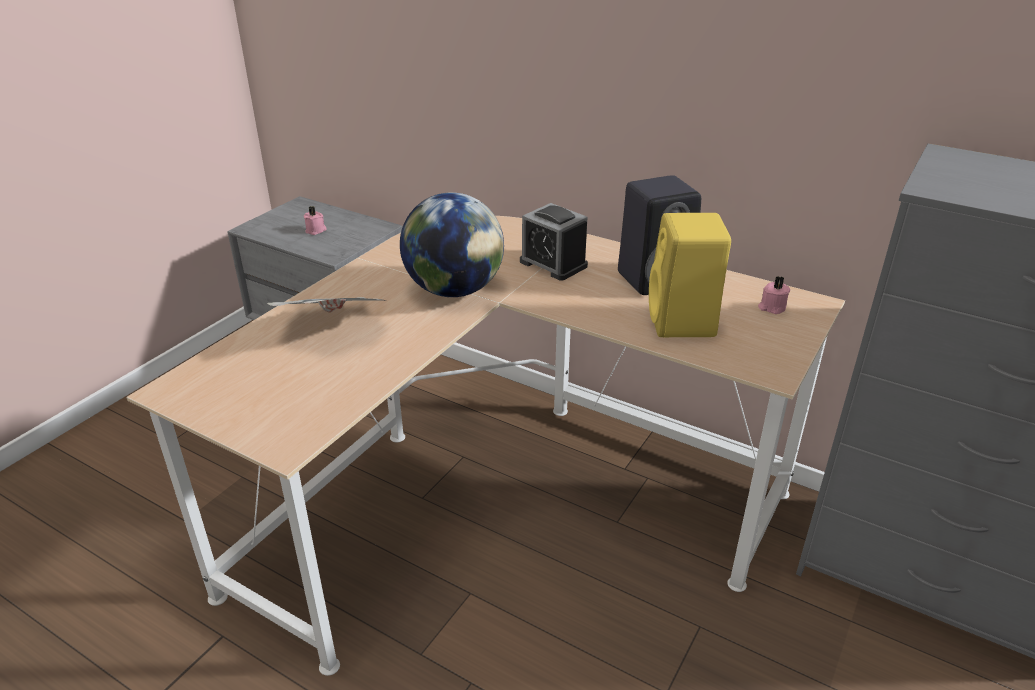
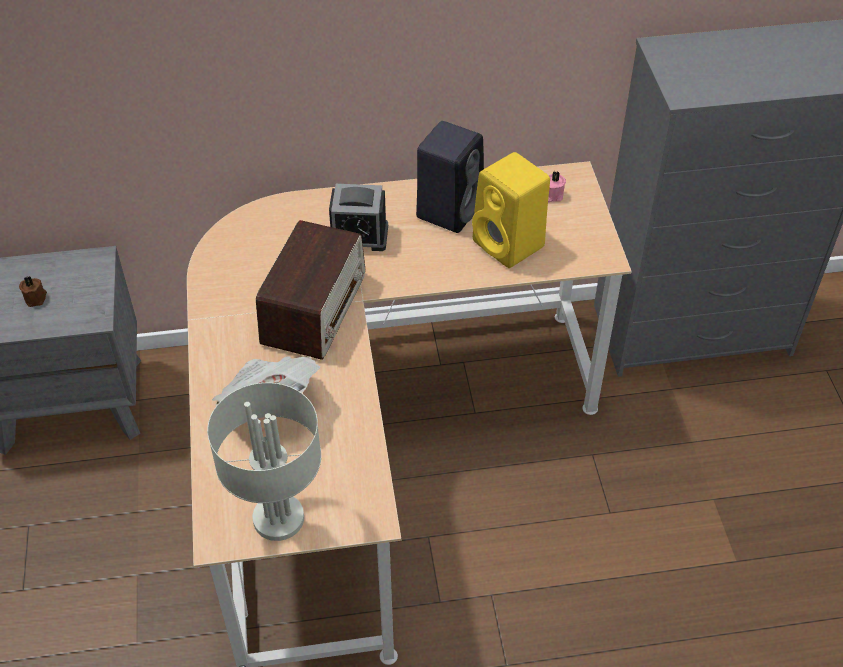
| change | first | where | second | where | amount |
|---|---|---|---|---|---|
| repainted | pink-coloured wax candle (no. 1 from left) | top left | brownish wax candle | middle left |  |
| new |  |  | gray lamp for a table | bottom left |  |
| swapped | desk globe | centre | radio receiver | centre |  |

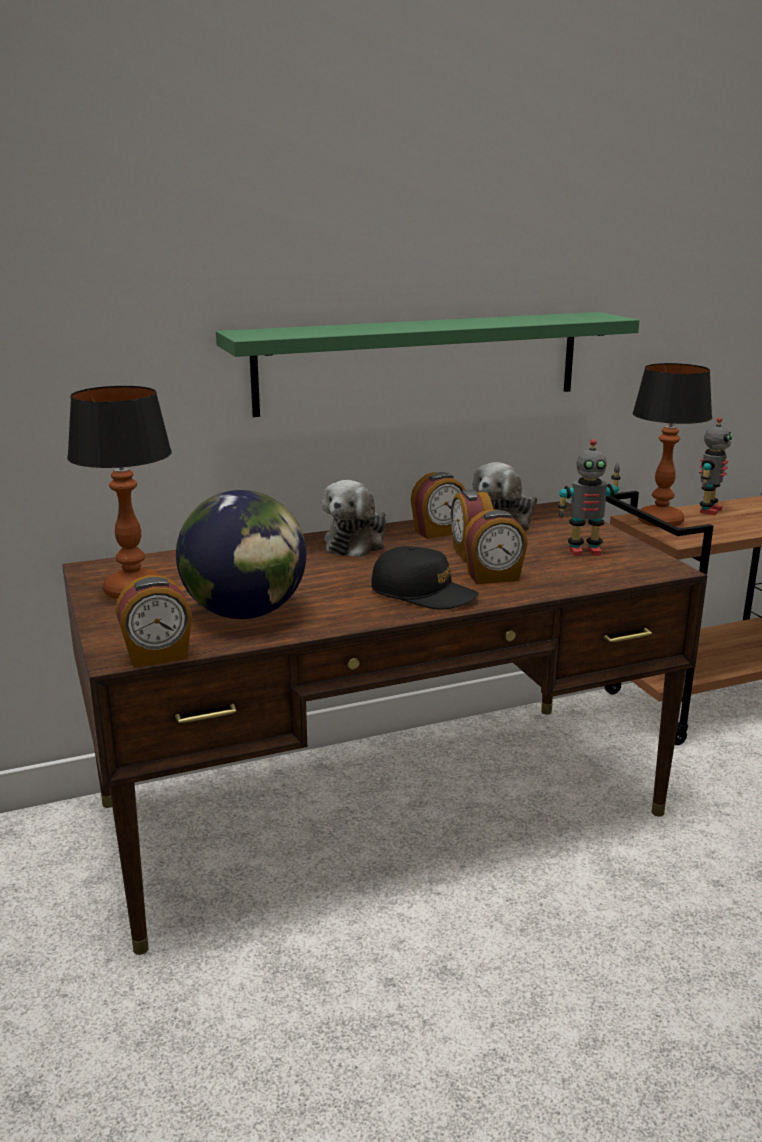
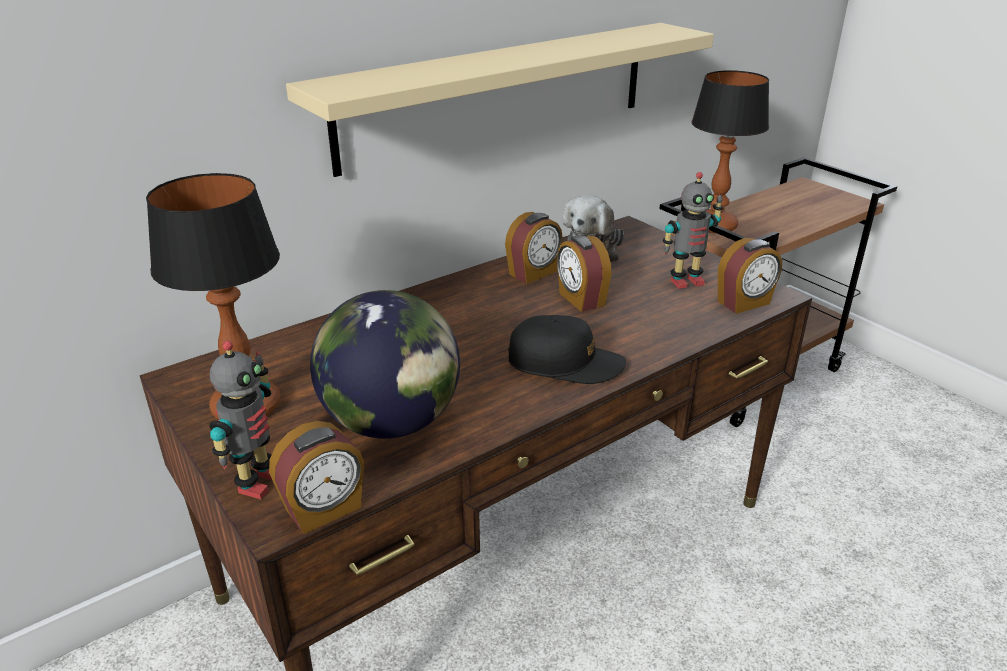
| change | first | where | second | where | amount |
|---|---|---|---|---|---|
| shifted | robot figure (no. 2 from left in the first image) | middle right | robot figure (no. 1 from left) | middle left |  |
| repainted | green bracket shelf | top centre | sand-coloured bracket shelf | top centre |  |
| shifted | bedside clock (no. 4 from left) | centre |  | middle right |  |
| gone | cuddly toy (no. 1 from left) | centre |  |  |  |

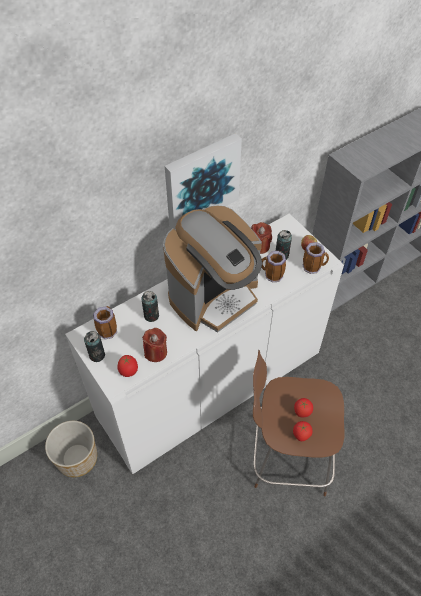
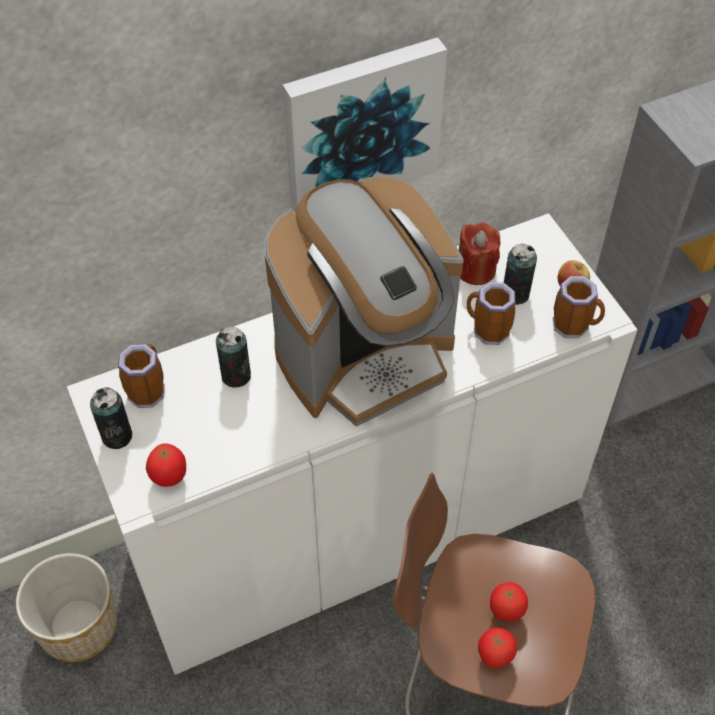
| change | first | where | second | where | amount |
|---|---|---|---|---|---|
| gone | red wax candle (no. 1 from left) | centre |  |  |  |

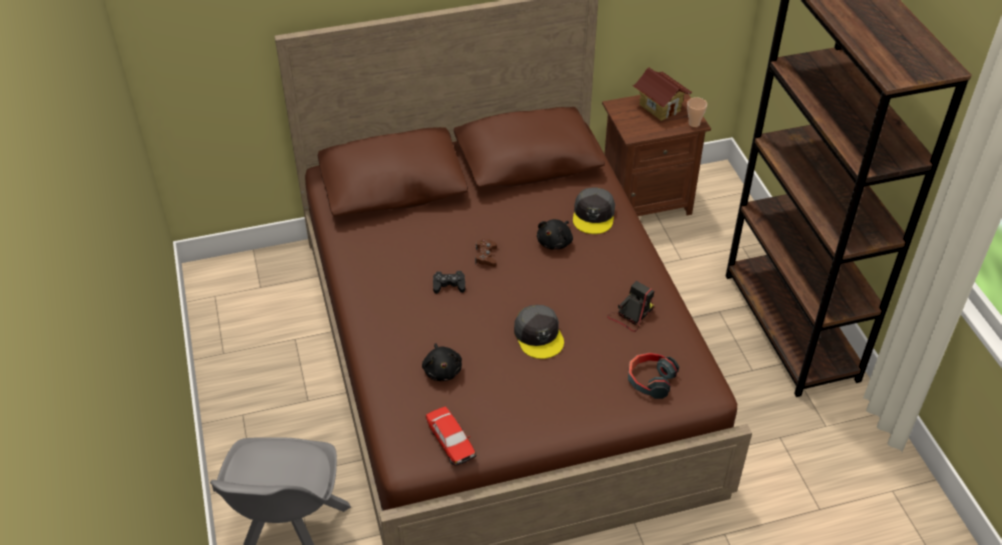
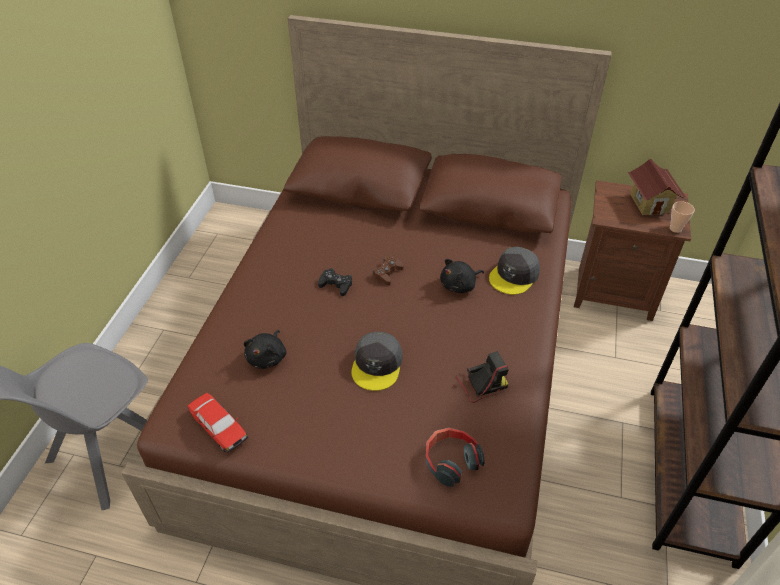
| change | first | where | second | where | amount |
|---|---|---|---|---|---|
| rotated | miniature car | bottom centre |  | bottom left | 45 degrees counterclockwise |

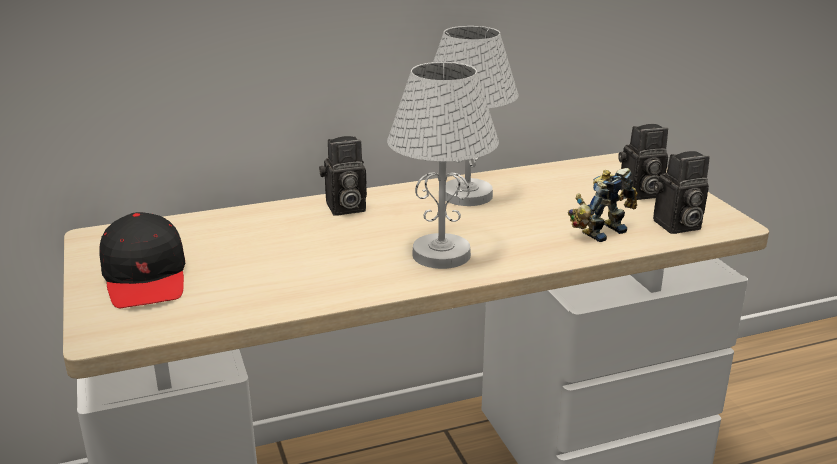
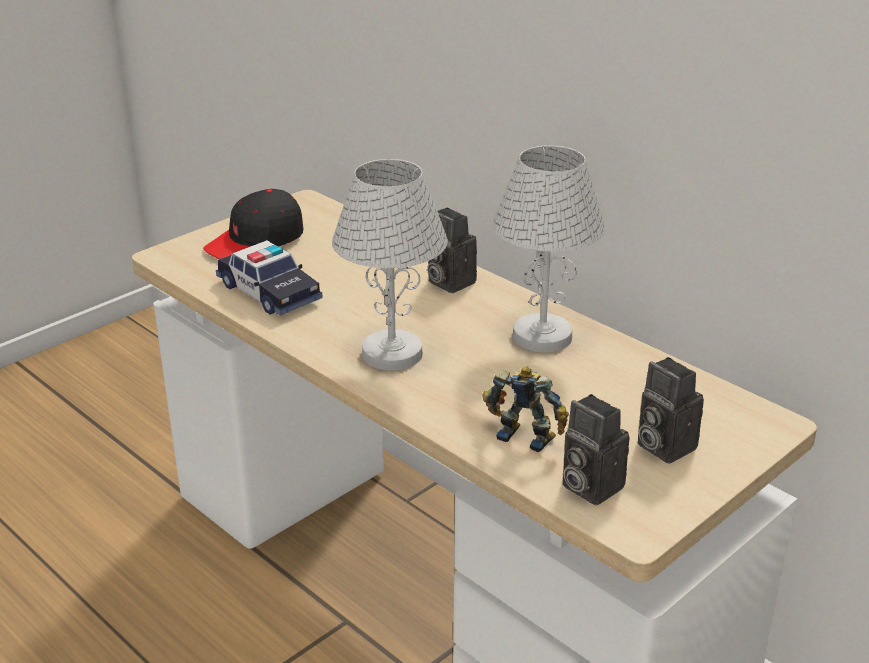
| change | first | where | second | where | amount |
|---|---|---|---|---|---|
| new |  |  | miniature car | middle left |  |

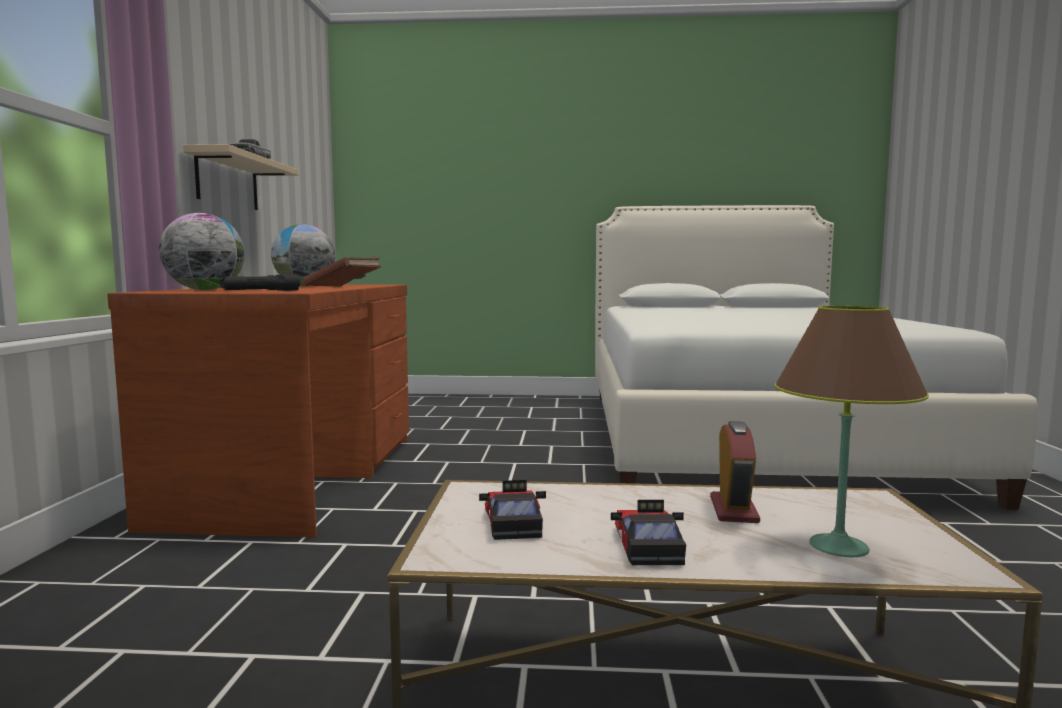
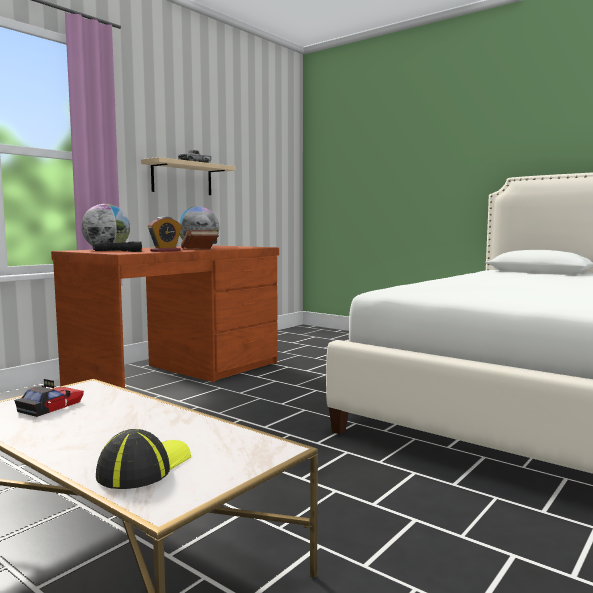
| change | first | where | second | where | amount |
|---|---|---|---|---|---|
| swapped | brownish lamp for a table | middle right | baseball cap | bottom left |  |
| shifted | bedside clock | bottom right |  | middle left |  |
| gone | miniature car (no. 2 from left) | bottom centre |  |  |  |

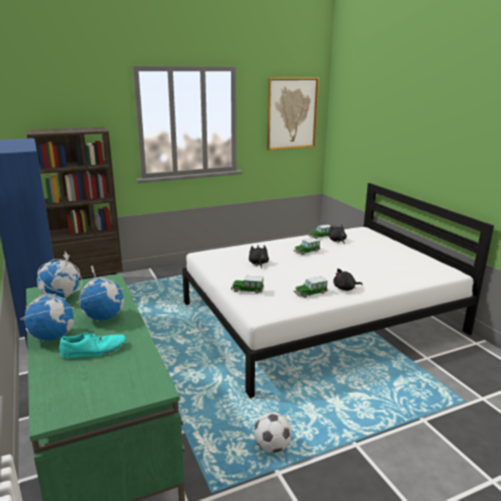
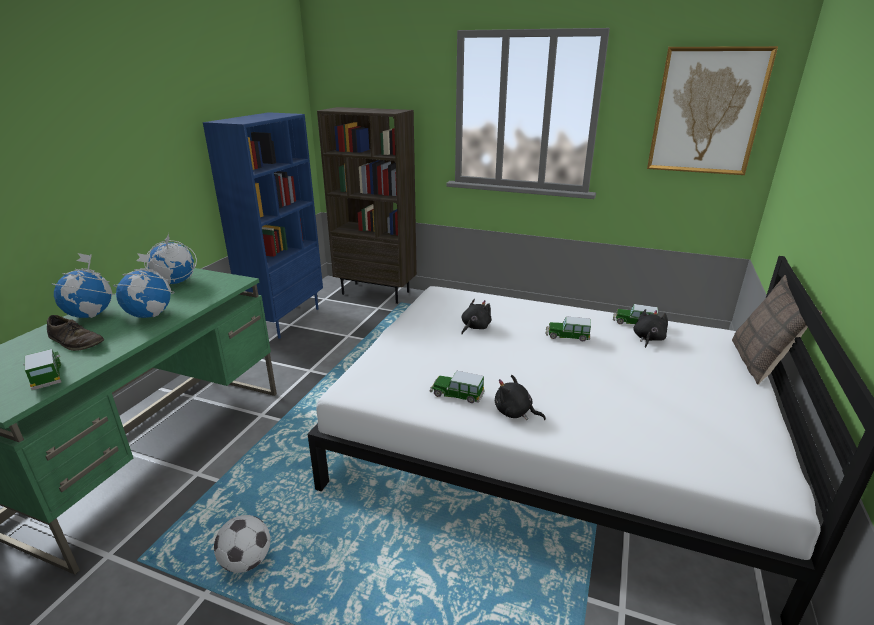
| change | first | where | second | where | amount |
|---|---|---|---|---|---|
| shifted | miniature car (no. 1 from left) | centre |  | middle left |  |
| repainted | turquoise-coloured shoe | bottom left | brownish shoe | middle left |  |
| new |  |  | pillow | middle right |  |

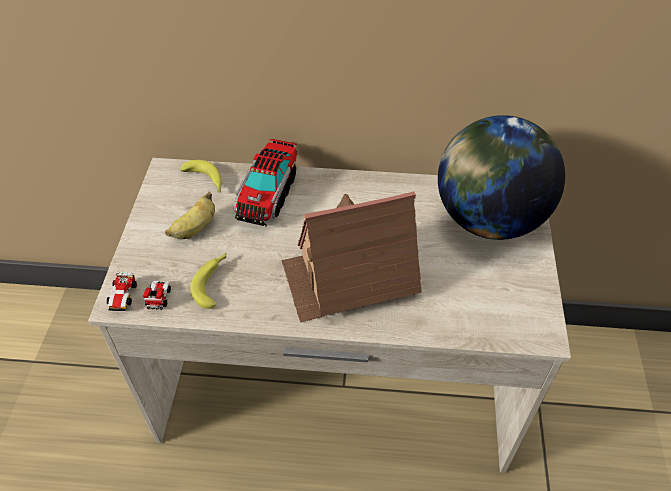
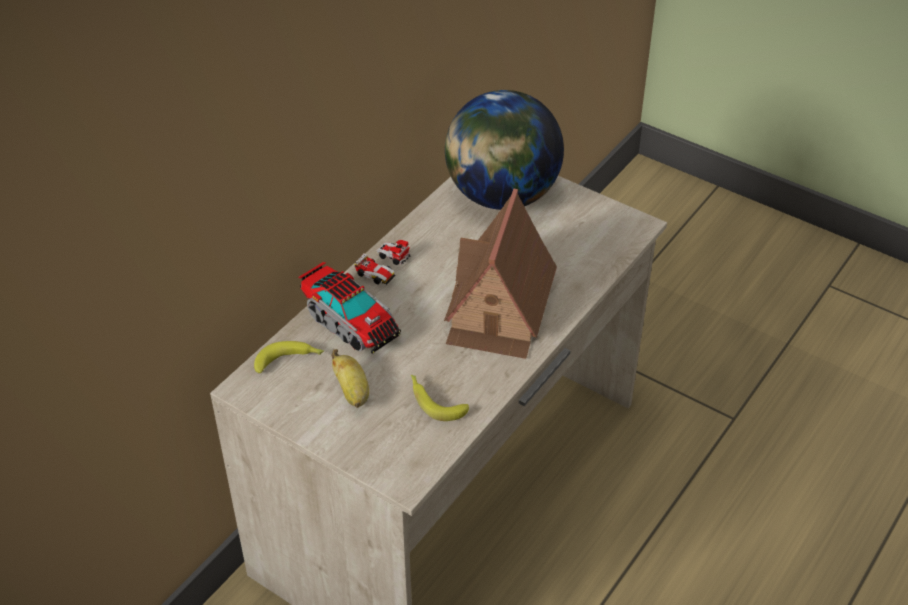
| change | first | where | second | where | amount |
|---|---|---|---|---|---|
| shifted | miniature car | middle left |  | centre |  |

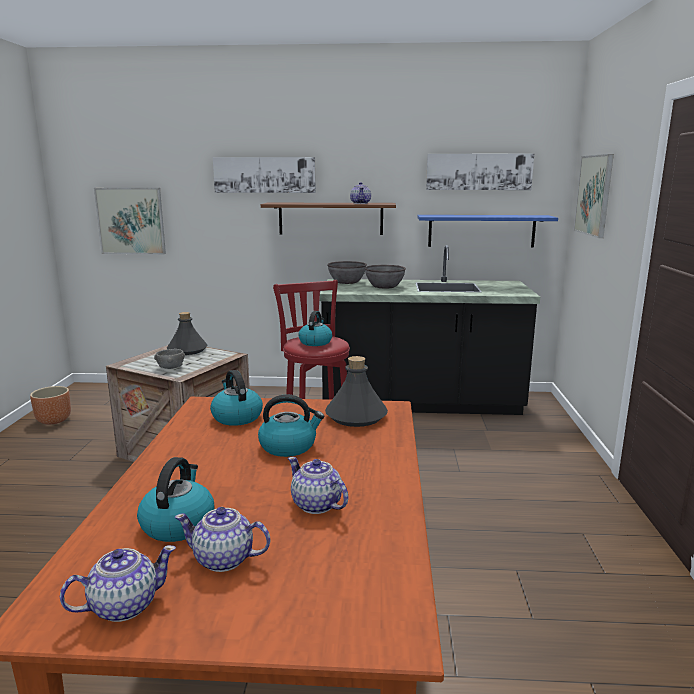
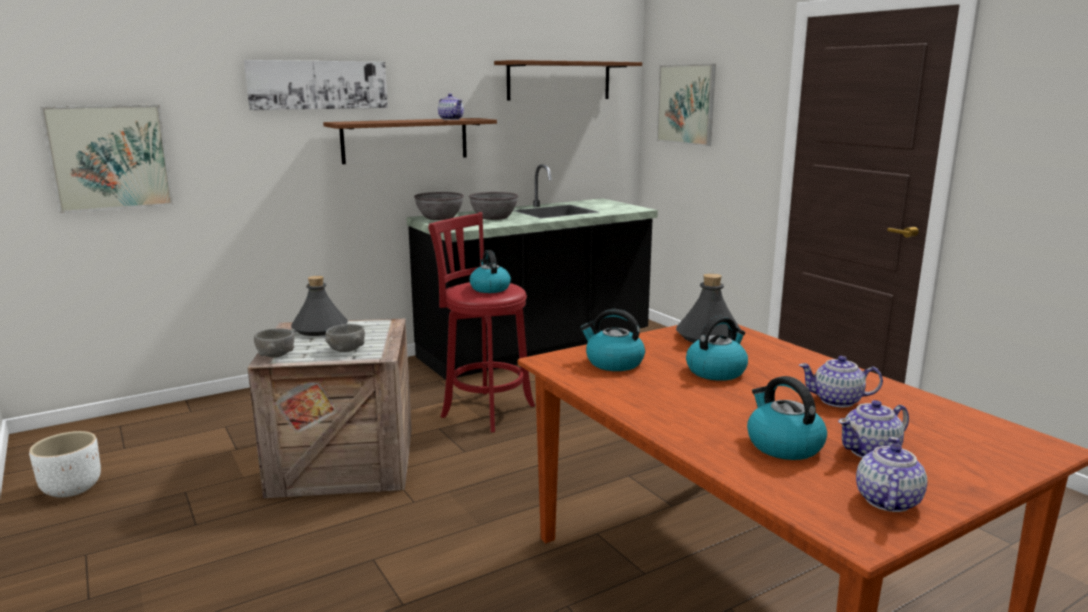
| change | first | where | second | where | amount |
|---|---|---|---|---|---|
| repainted | brownish plant pot | middle left | whitish plant pot | bottom left |  |
| new |  |  | gray bowl (no. 1 from left) | middle left |  |
| swapped | wall picture (no. 3 from left) | top right | brownish bracket shelf (no. 2 from left) | top centre |  |
| gone | blue bracket shelf | top right |  |  |  |

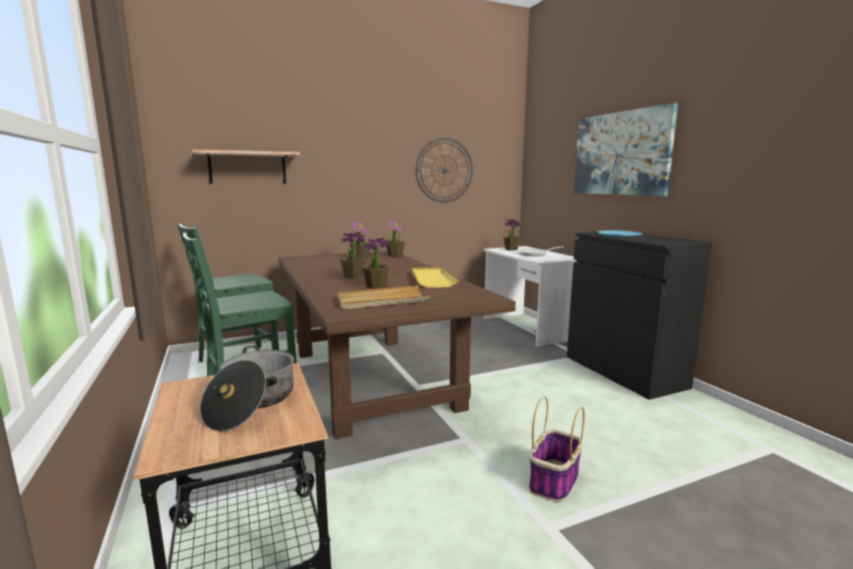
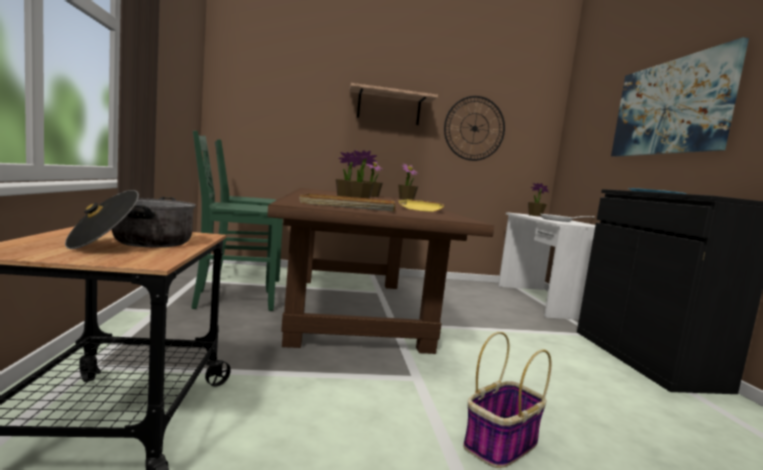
| change | first | where | second | where | amount |
|---|---|---|---|---|---|
| shifted | bracket shelf | top left |  | top centre |  |

